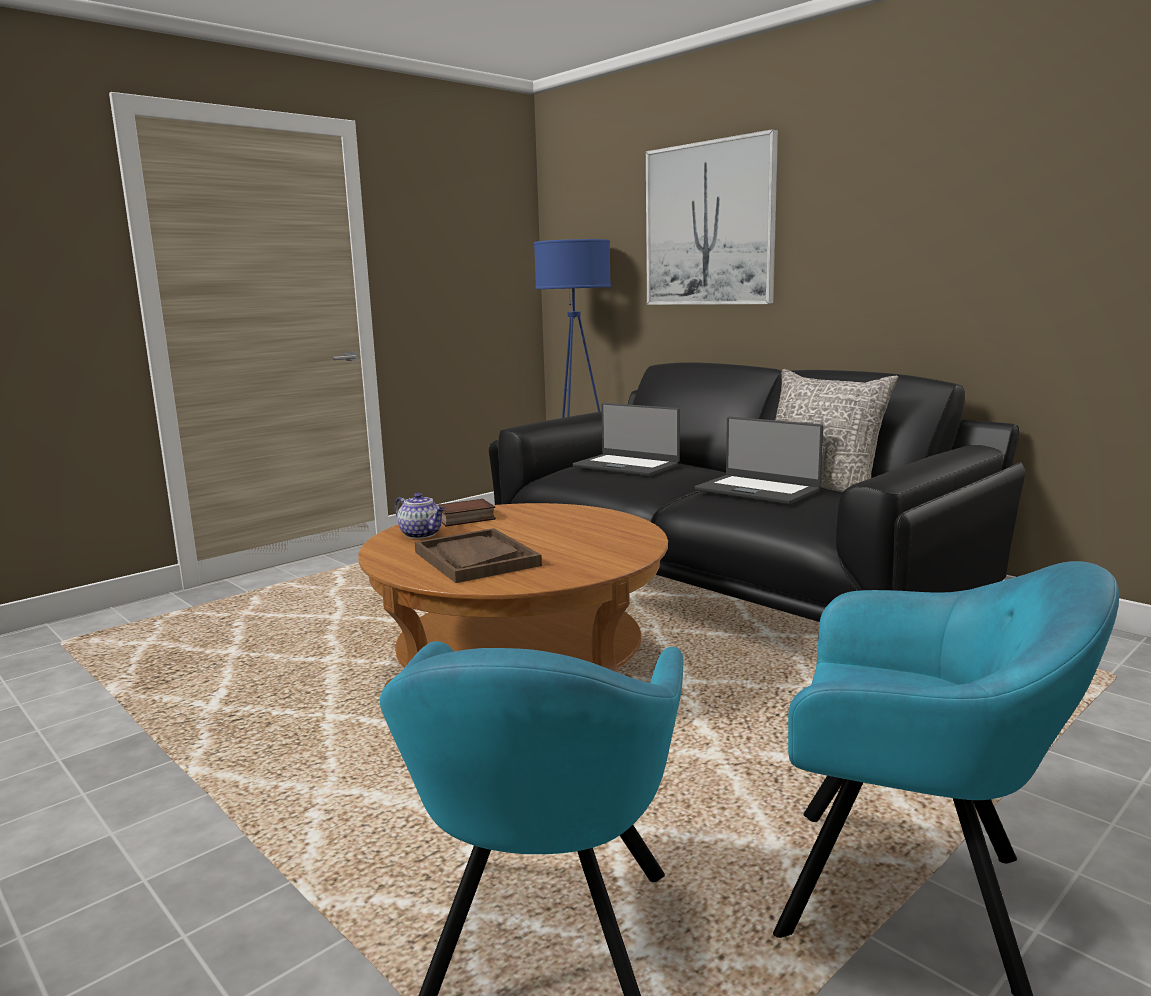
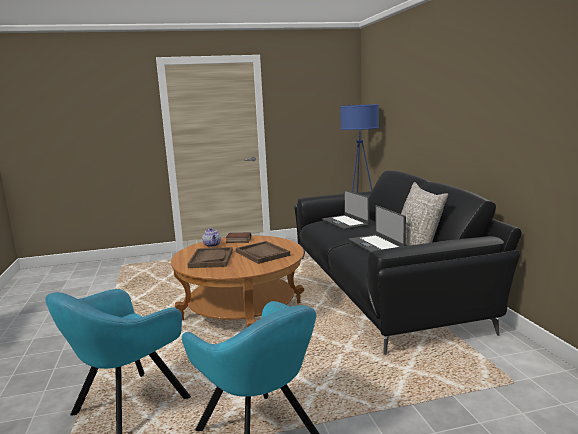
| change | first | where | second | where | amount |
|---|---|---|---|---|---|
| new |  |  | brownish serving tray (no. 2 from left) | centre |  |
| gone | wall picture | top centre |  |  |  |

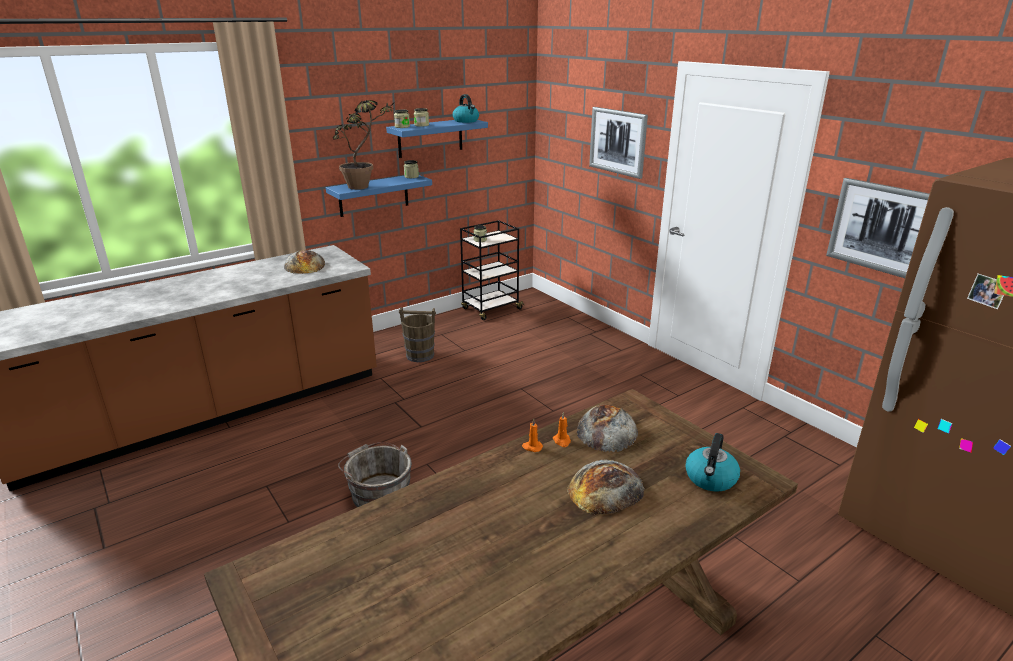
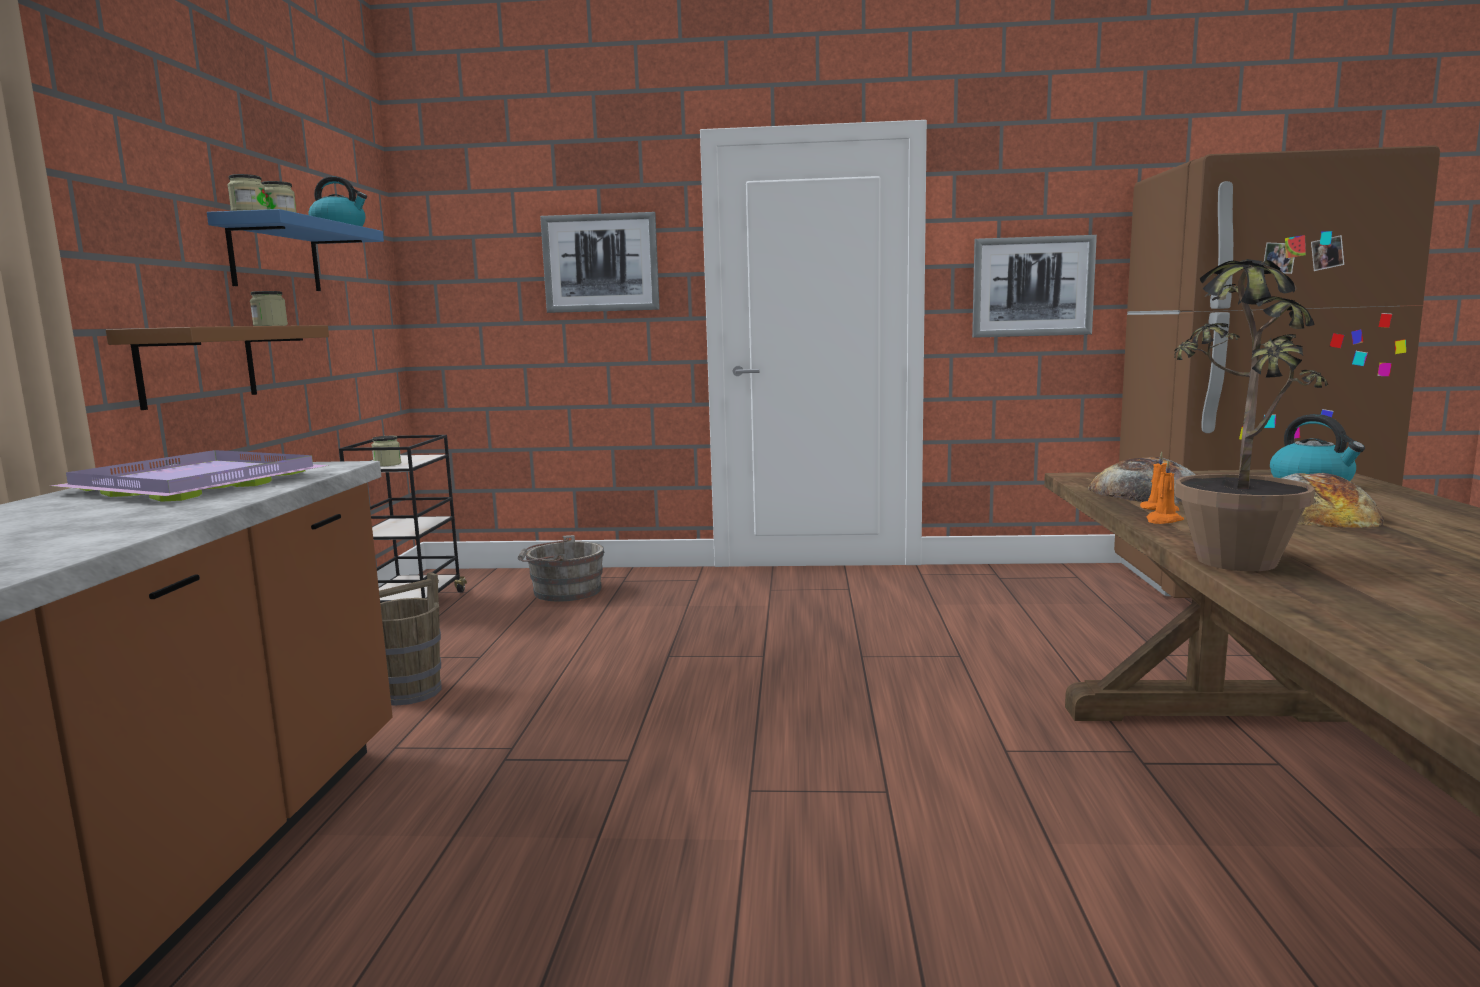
| change | first | where | second | where | amount |
|---|---|---|---|---|---|
| swapped | baked bread (no. 1 from left) | middle left | purple serving tray | middle left |  |
| repainted | blue bracket shelf (no. 1 from left) | top centre | brownish bracket shelf | middle left |  |
| shifted | gray pail | bottom centre |  | centre |  |
| shifted | houseplant | top centre |  | middle right |  |

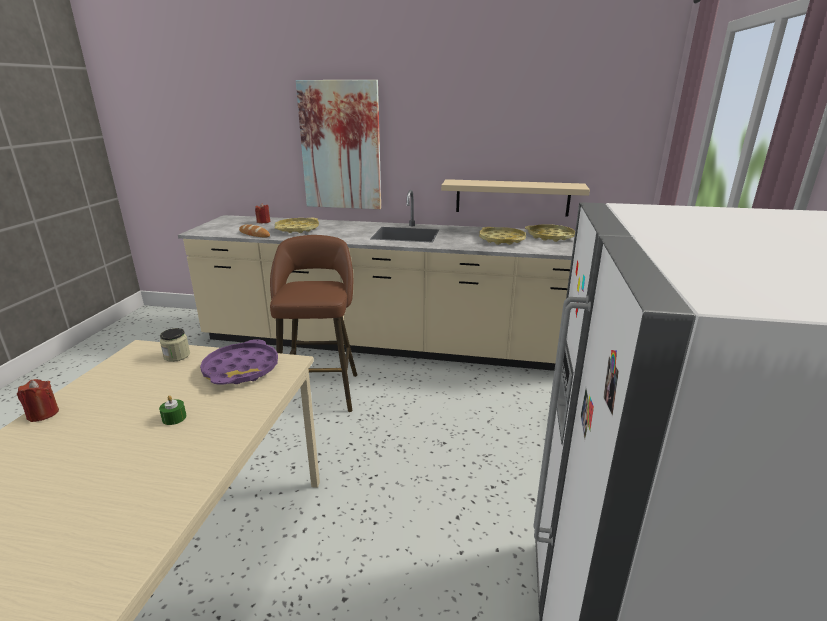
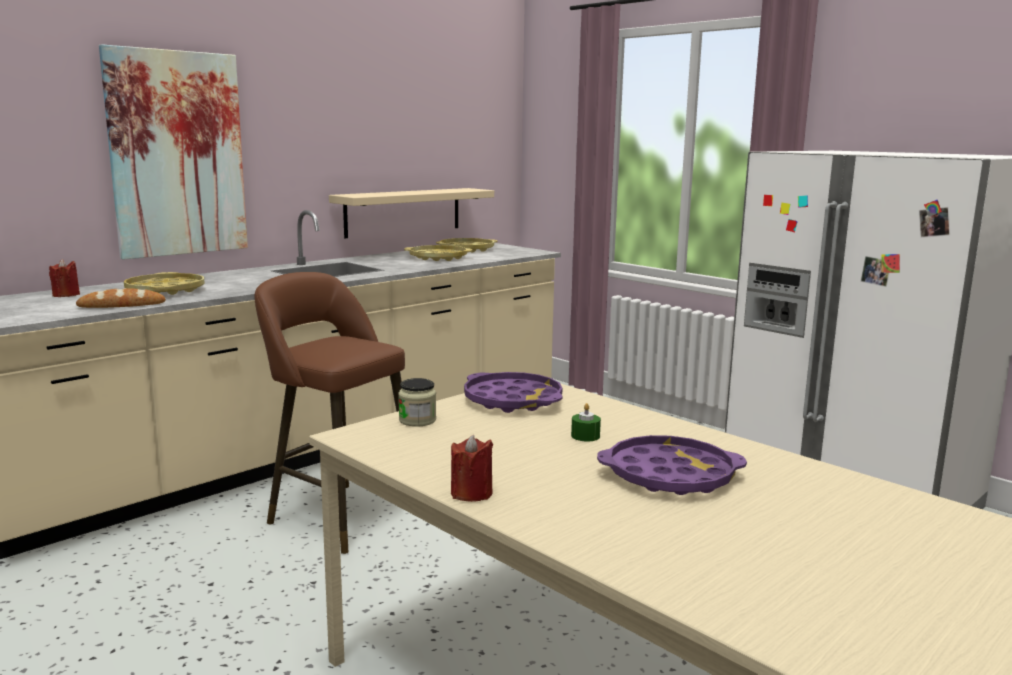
| change | first | where | second | where | amount |
|---|---|---|---|---|---|
| new |  |  | purple serving tray (no. 2 from left) | bottom centre |  |

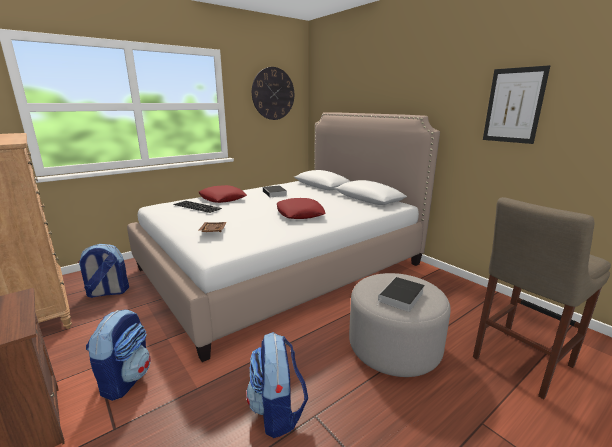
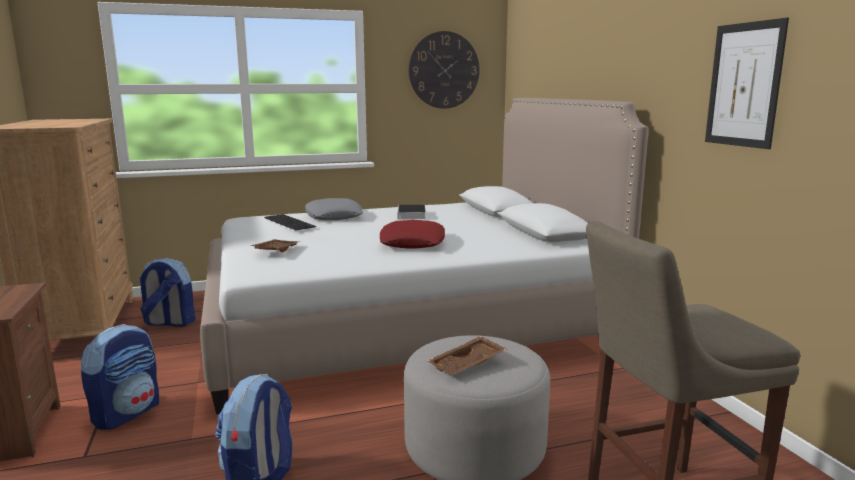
| change | first | where | second | where | amount |
|---|---|---|---|---|---|
| repainted | red pillow (no. 1 from left) | centre | gray pillow | centre |  |
| swapped | bound book (no. 2 from left) | centre | brownish serving tray (no. 2 from left) | bottom centre |  |

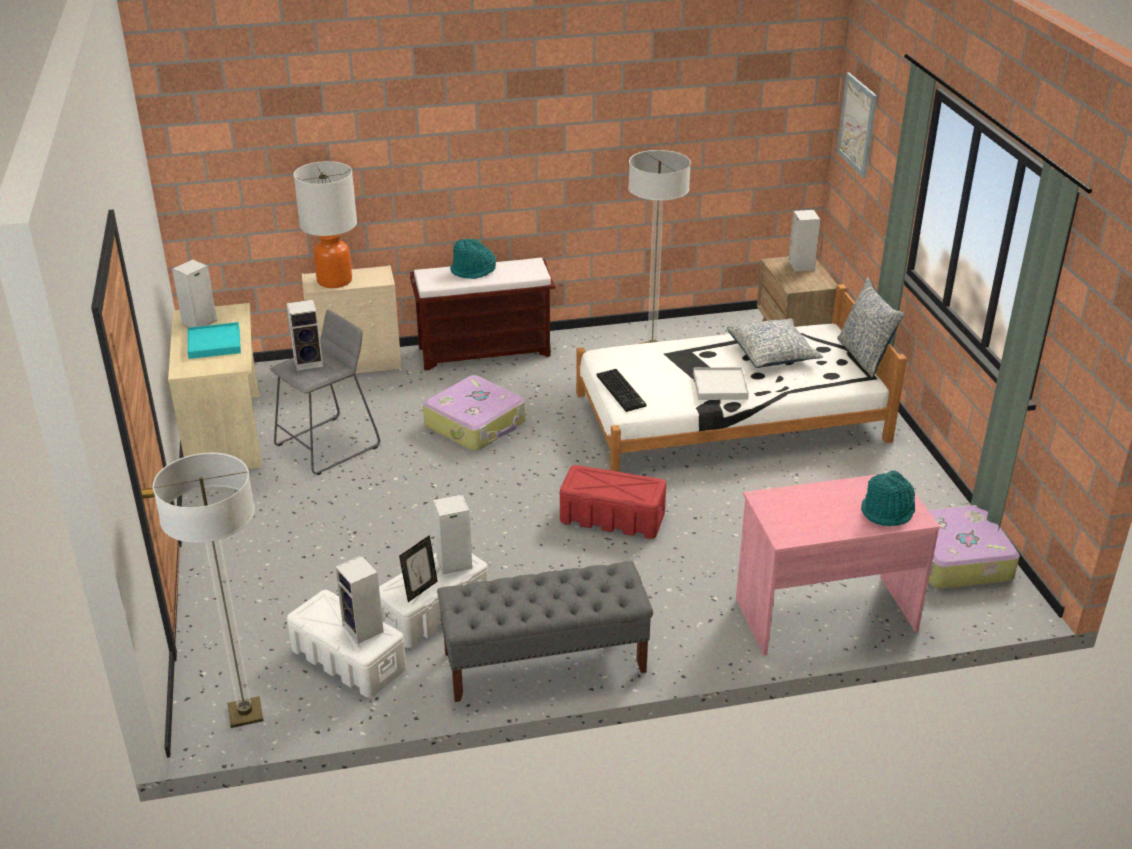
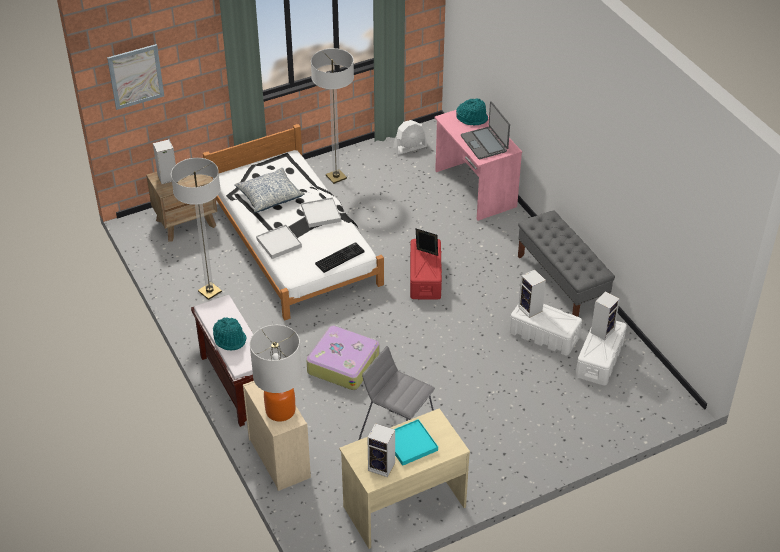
| change | first | where | second | where | amount |
|---|---|---|---|---|---|
| new |  |  | whitish serving tray (no. 1 from left) | centre |  |
| shifted | standard lamp (no. 1 from left in the first image) | bottom left | standard lamp (no. 2 from left) | top centre |  |
| swapped | travel case (no. 2 from left) | middle right | whitish electric fan | top centre |  |
| shifted | photo frame | bottom centre |  | centre |  |
| new |  |  | portable computer | top centre |  |
| gone | loudspeaker (no. 2 from left) | middle left |  |  |  |
| gone | pillow (no. 2 from left) | middle right |  |  |  |

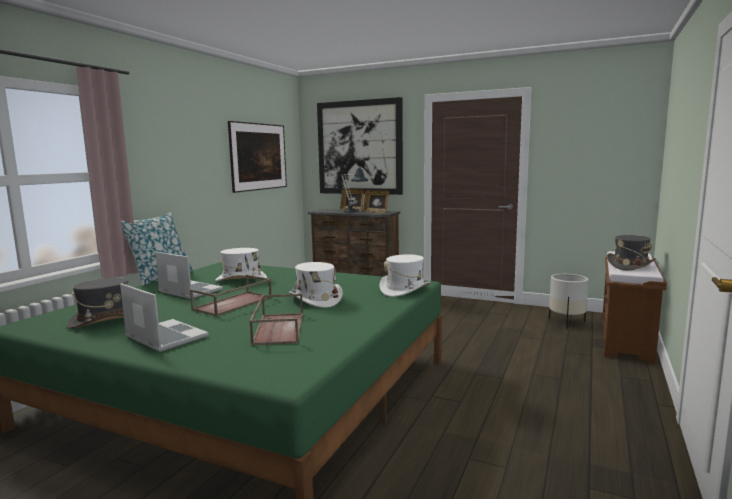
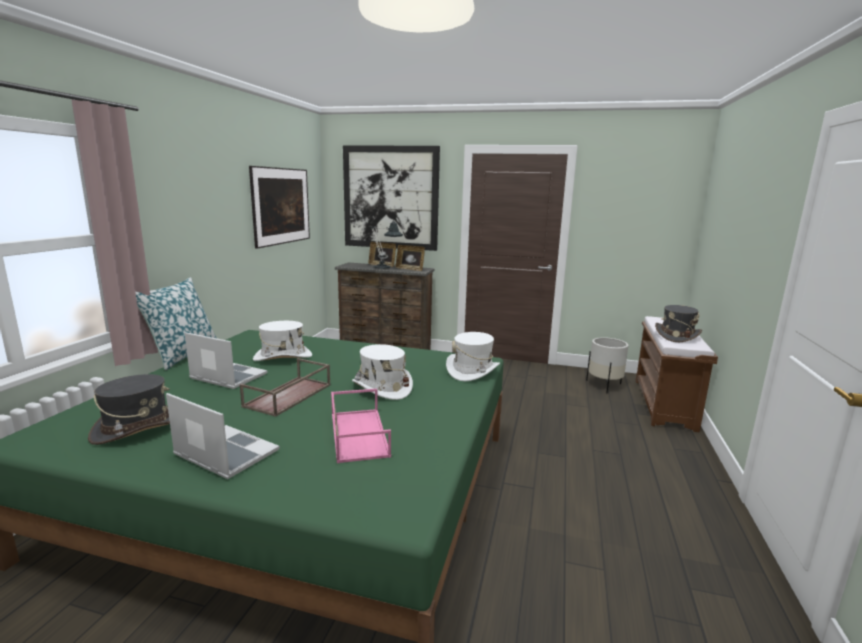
| change | first | where | second | where | amount |
|---|---|---|---|---|---|
| repainted | brownish serving tray (no. 2 from left) | centre | pink-coloured serving tray | centre |  |

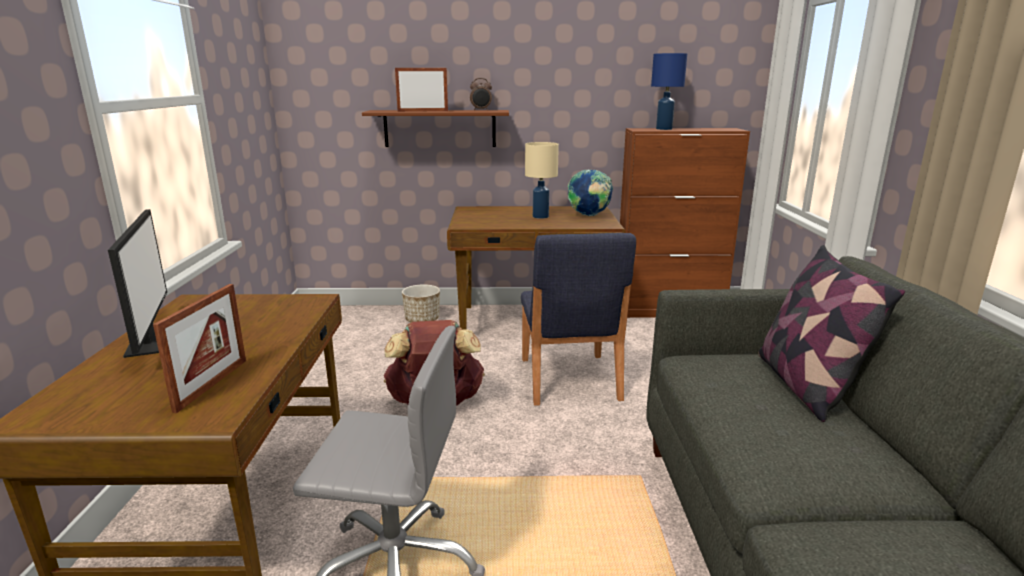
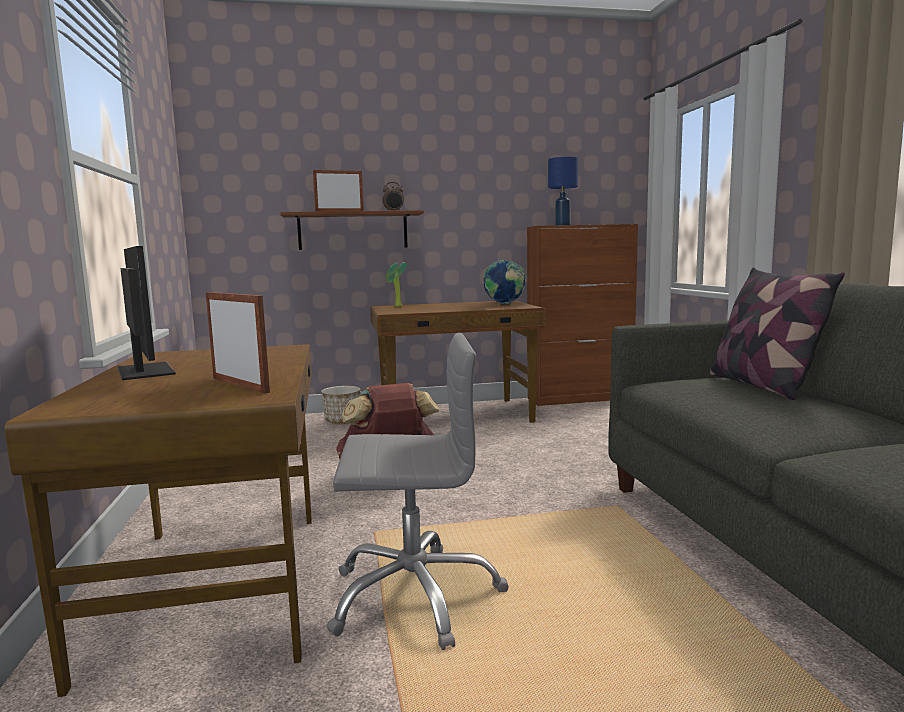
| change | first | where | second | where | amount |
|---|---|---|---|---|---|
| rotated | photo frame (no. 1 from left) | middle left |  | middle left | 45 degrees counterclockwise |
| new |  |  | houseplant | centre |  |
| gone | blue plain chair | centre |  |  |  |
| gone | sand-coloured lamp for a table | top centre |  |  |  |

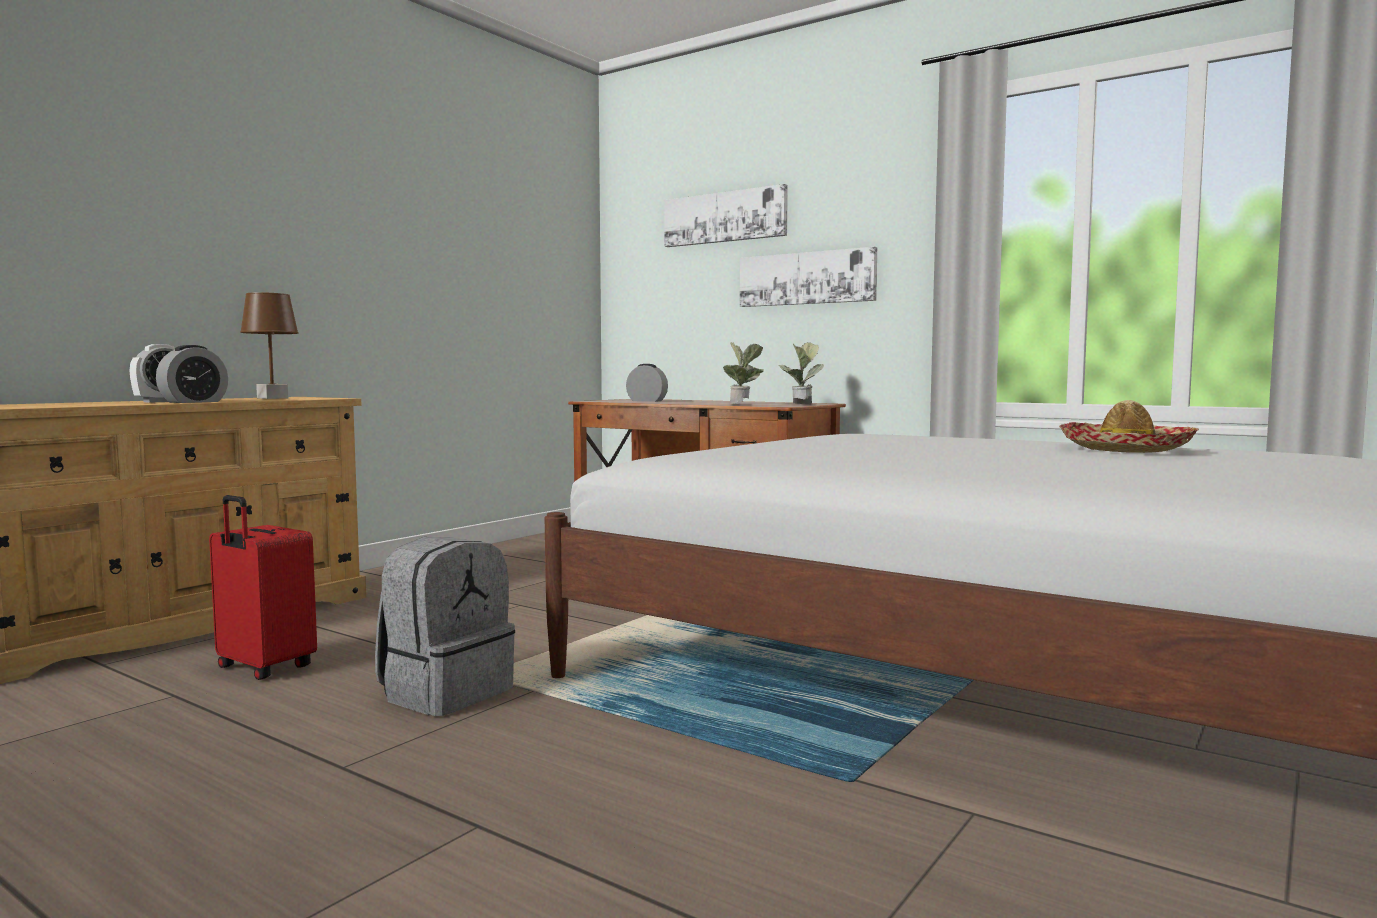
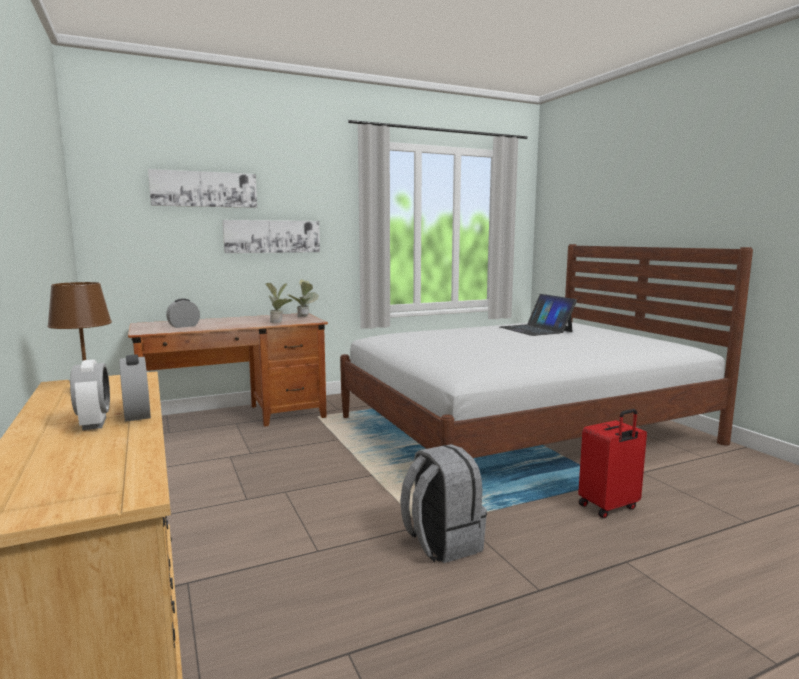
| change | first | where | second | where | amount |
|---|---|---|---|---|---|
| swapped | wearable hat | middle right | portable computer | middle right |  |
| shifted | red travel case | middle left |  | bottom right |  |

